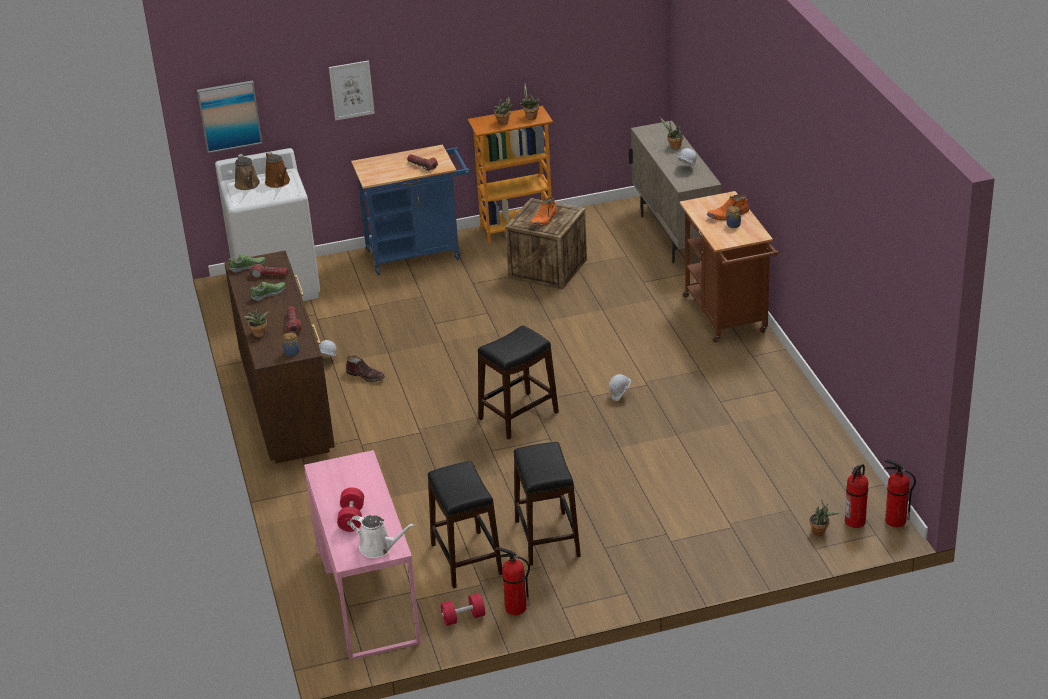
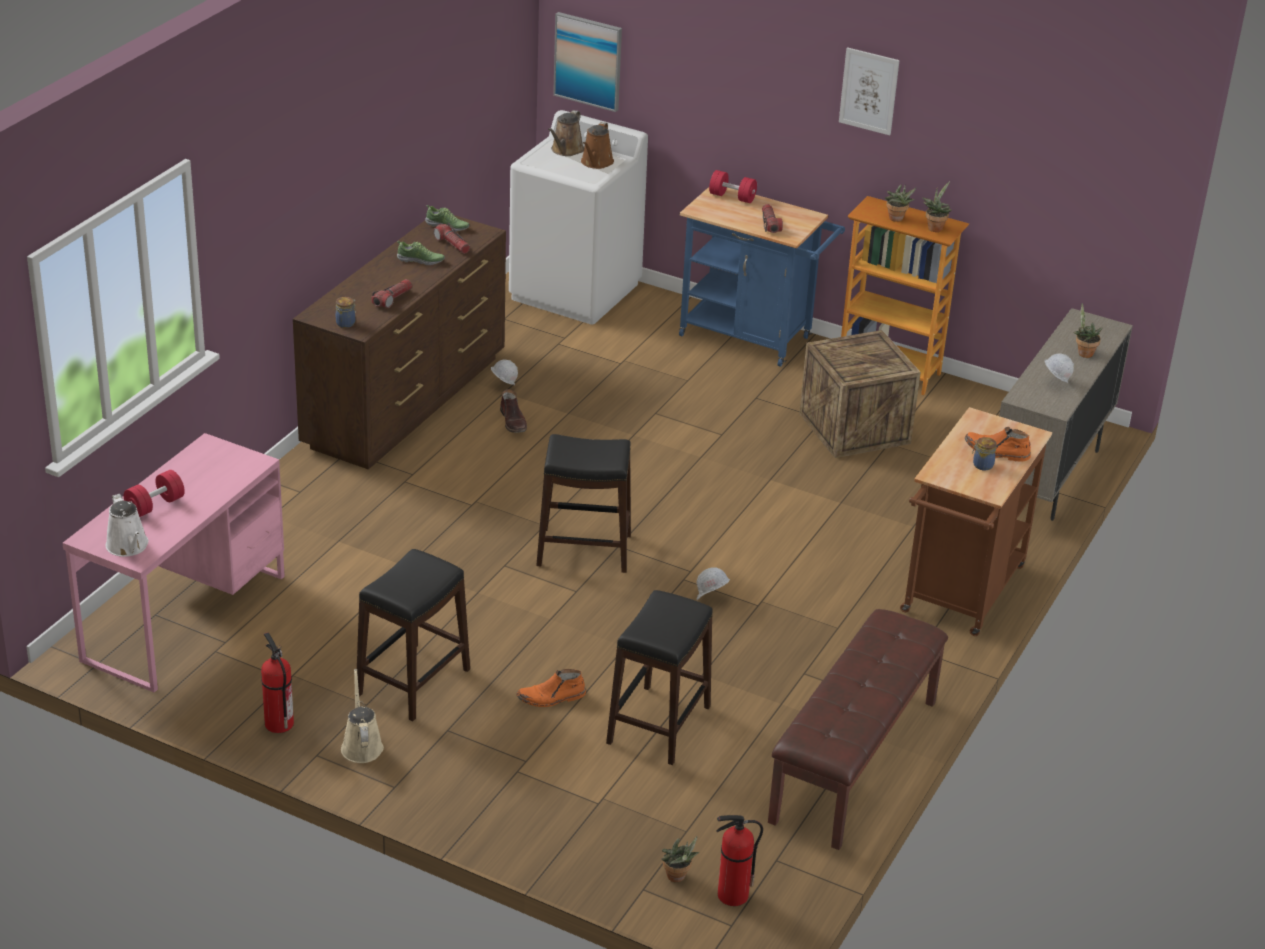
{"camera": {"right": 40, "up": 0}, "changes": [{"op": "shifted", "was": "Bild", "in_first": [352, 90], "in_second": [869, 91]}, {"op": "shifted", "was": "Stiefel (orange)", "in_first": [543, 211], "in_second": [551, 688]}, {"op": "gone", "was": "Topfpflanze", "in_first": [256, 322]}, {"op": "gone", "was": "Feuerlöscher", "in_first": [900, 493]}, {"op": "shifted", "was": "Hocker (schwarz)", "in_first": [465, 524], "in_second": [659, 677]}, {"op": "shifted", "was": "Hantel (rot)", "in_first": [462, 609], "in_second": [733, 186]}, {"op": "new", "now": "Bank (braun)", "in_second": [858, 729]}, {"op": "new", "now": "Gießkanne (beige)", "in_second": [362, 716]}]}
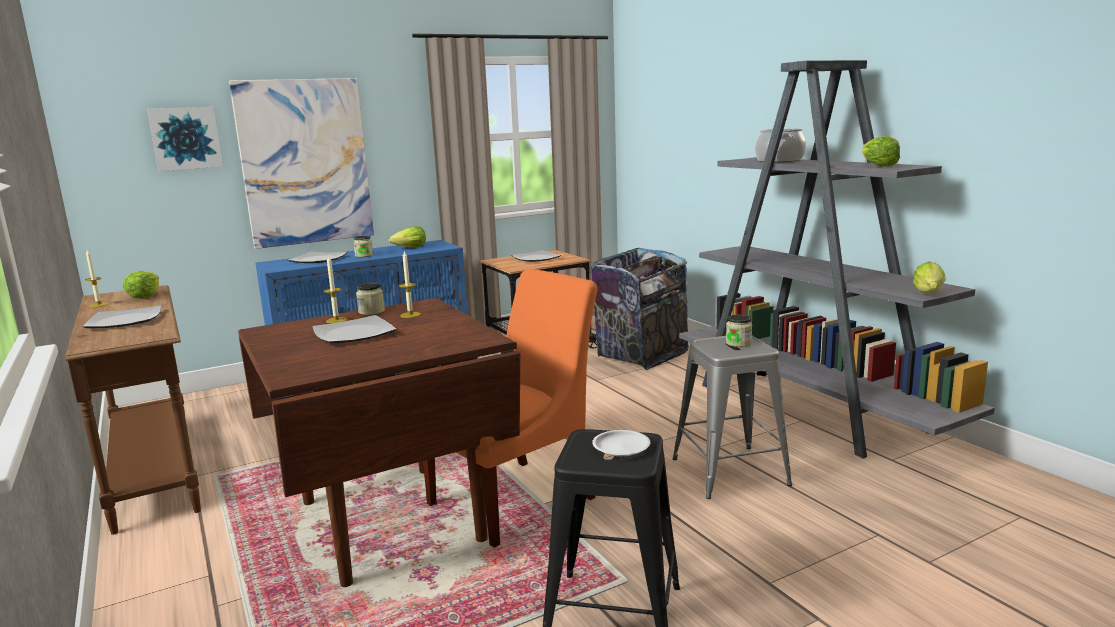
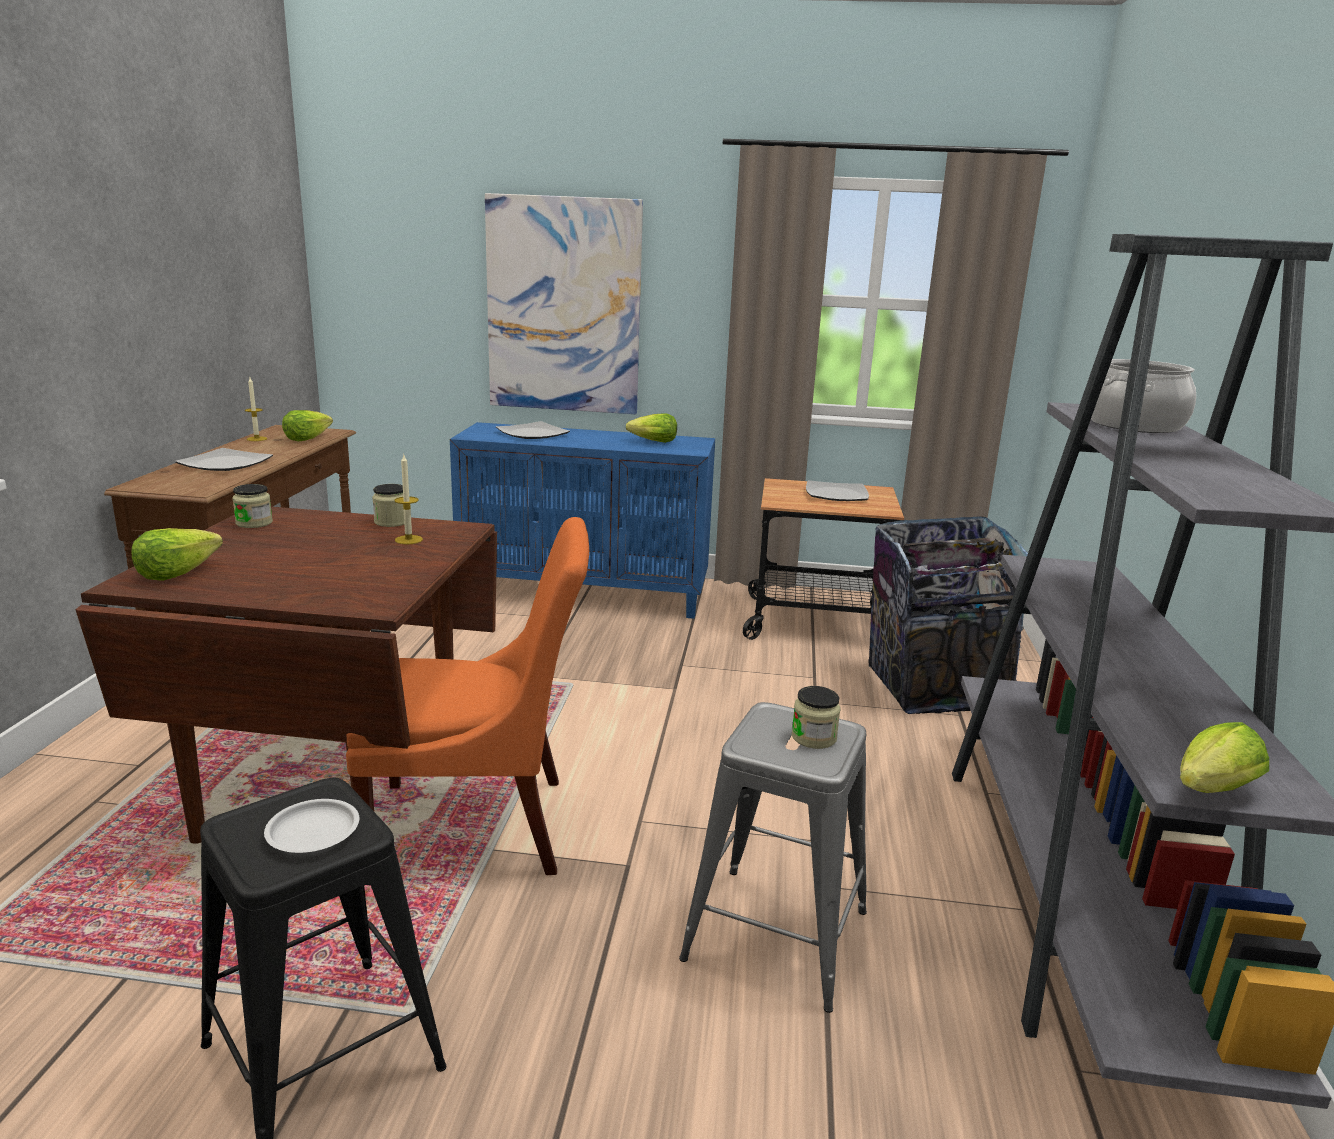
{"camera": {"right": 35, "up": 5}, "changes": [{"op": "gone", "was": "Bild", "in_first": [185, 139]}, {"op": "shifted", "was": "Salatkopf", "in_first": [881, 151], "in_second": [177, 554]}, {"op": "shifted", "was": "Vorratsglas", "in_first": [363, 246], "in_second": [252, 506]}, {"op": "gone", "was": "Kerze", "in_first": [335, 289]}, {"op": "gone", "was": "Teller", "in_first": [354, 329]}]}
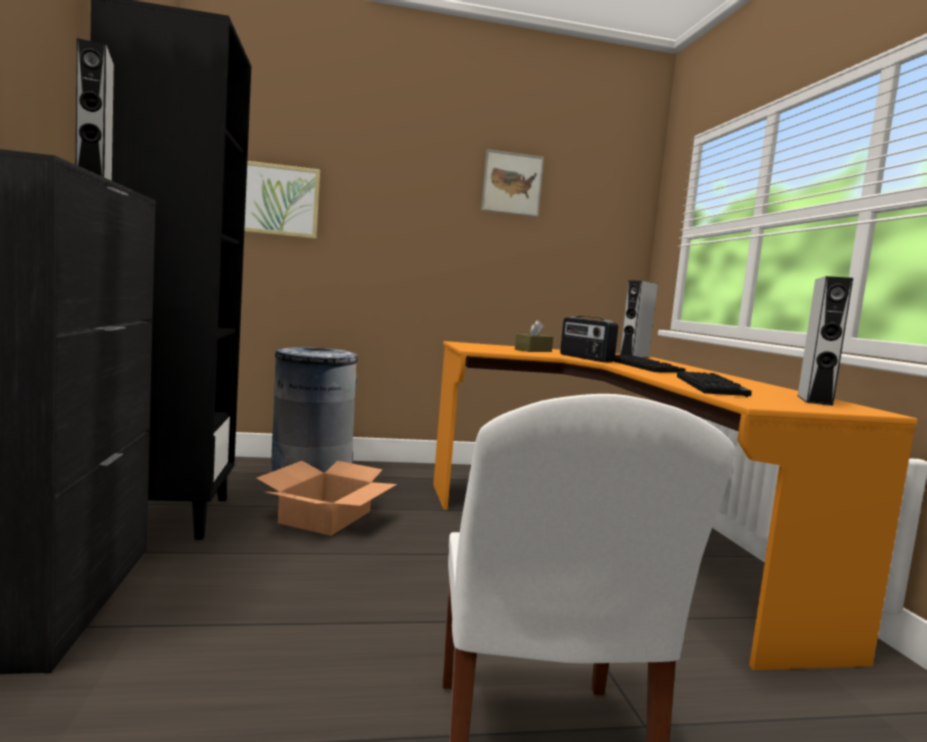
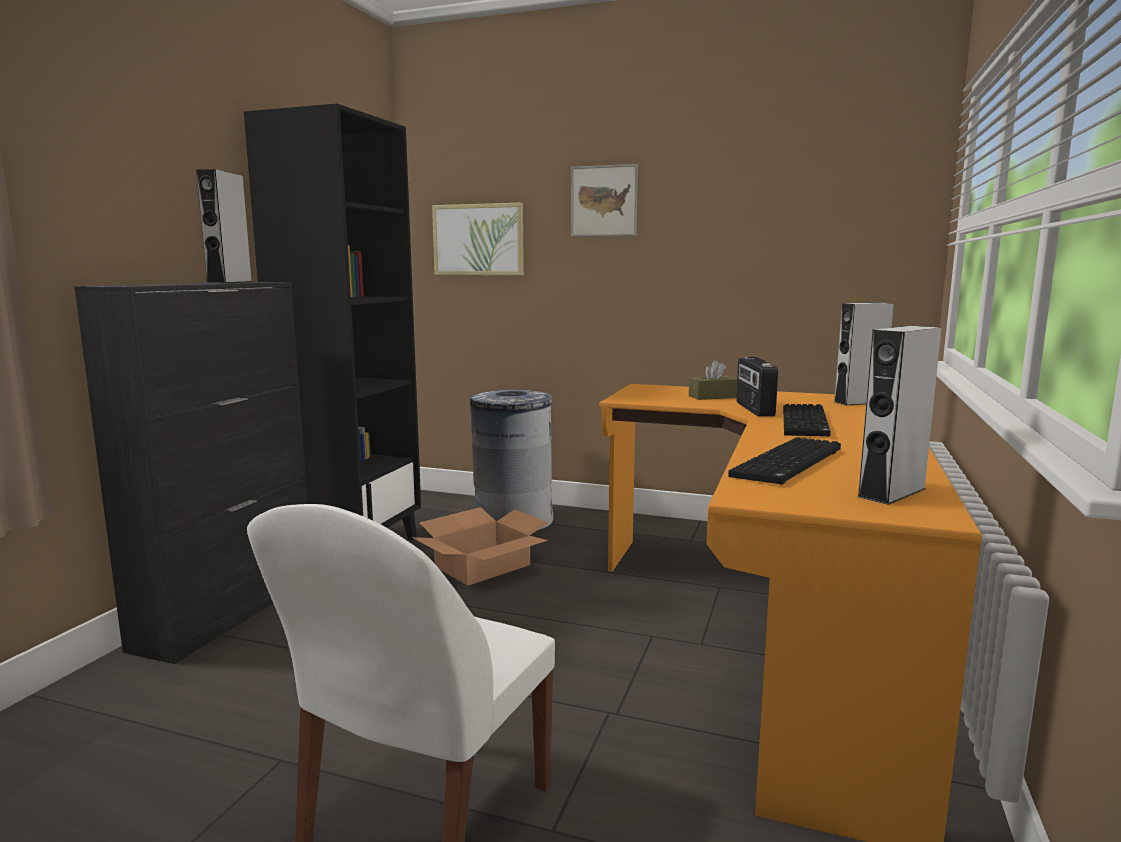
{"camera": {"right": 30, "up": 5}, "changes": [{"op": "shifted", "was": "Bild", "in_first": [512, 183], "in_second": [604, 200]}]}
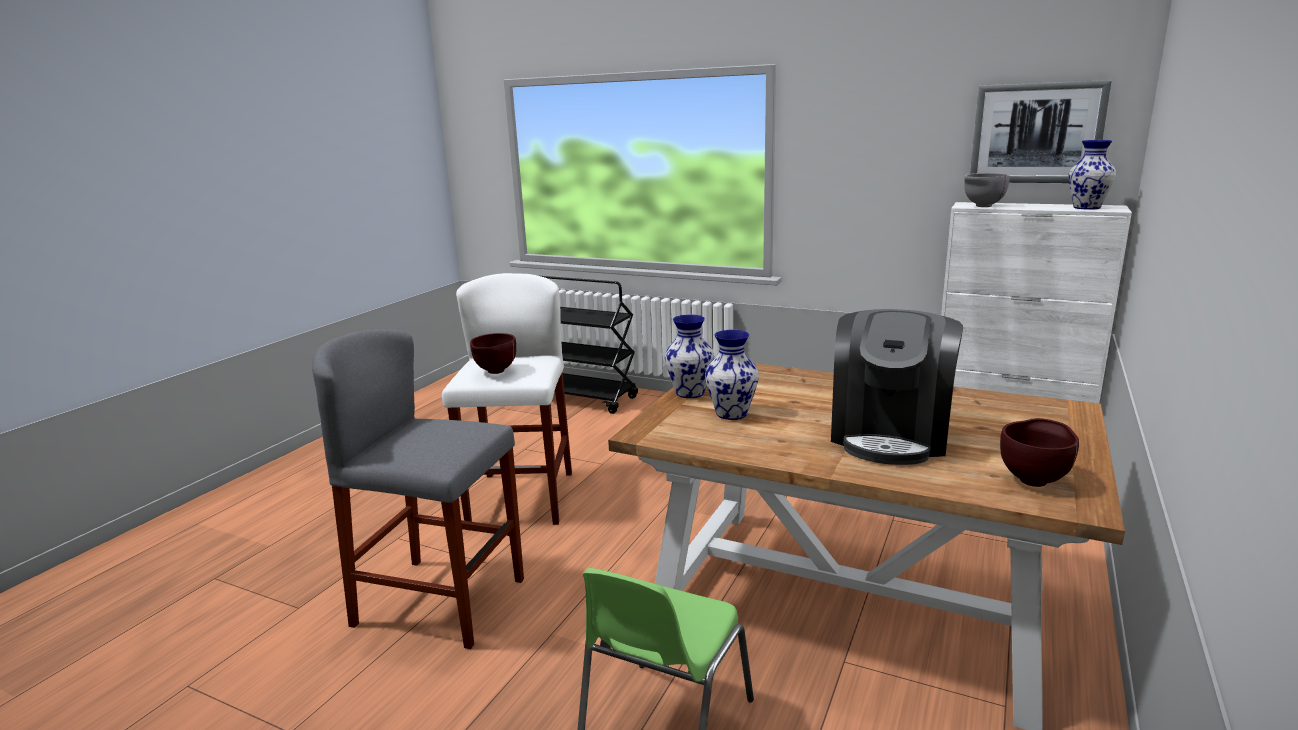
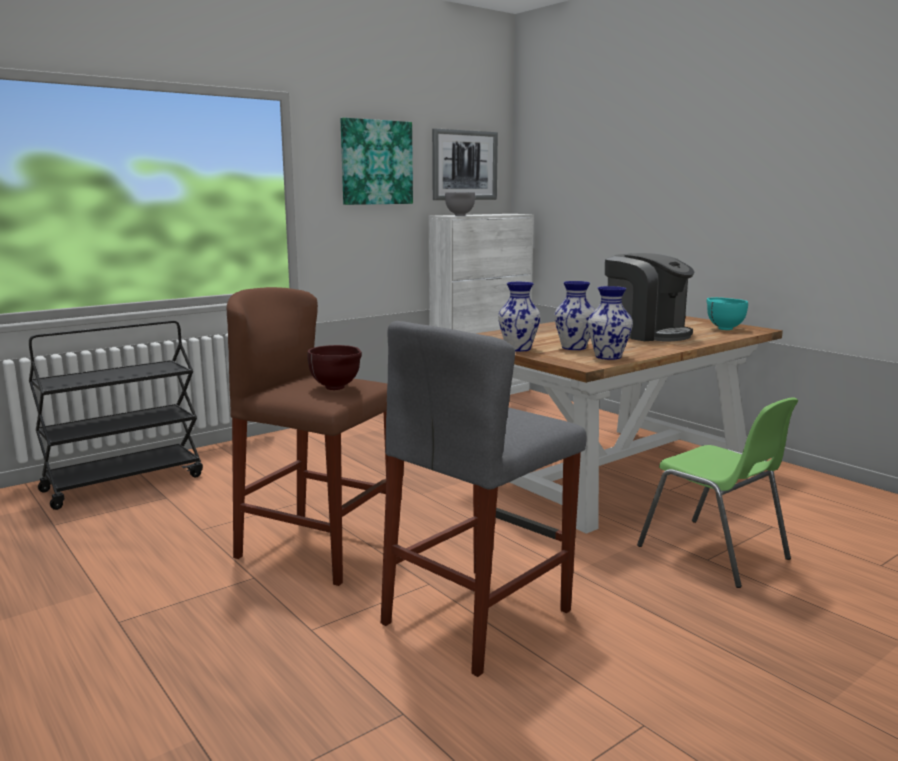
{"camera": {"right": -65, "up": -5}, "changes": [{"op": "shifted", "was": "Vase", "in_first": [1092, 175], "in_second": [610, 323]}, {"op": "repainted", "was": "Hocker (weiß)", "now": "Hocker (braun)", "in_first": [507, 399], "in_second": [307, 436]}, {"op": "repainted", "was": "Schüssel (braun)", "now": "Schüssel (türkis)", "in_first": [1039, 452], "in_second": [727, 313]}, {"op": "new", "now": "Bild", "in_second": [376, 161]}]}
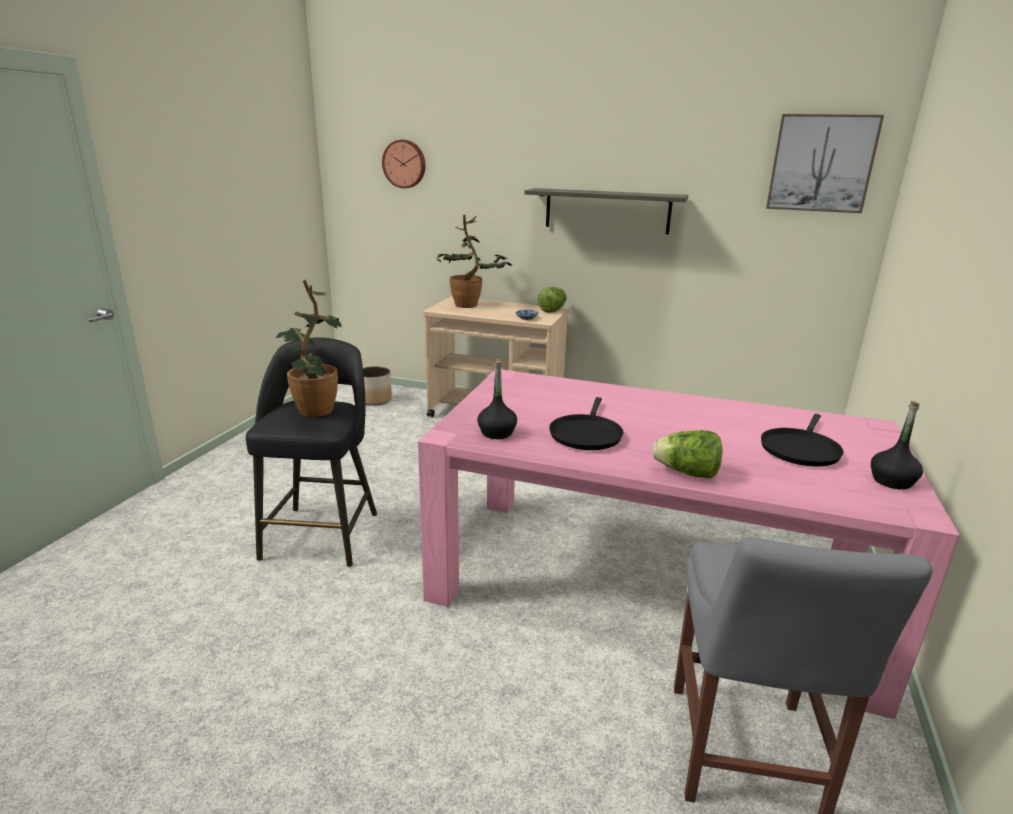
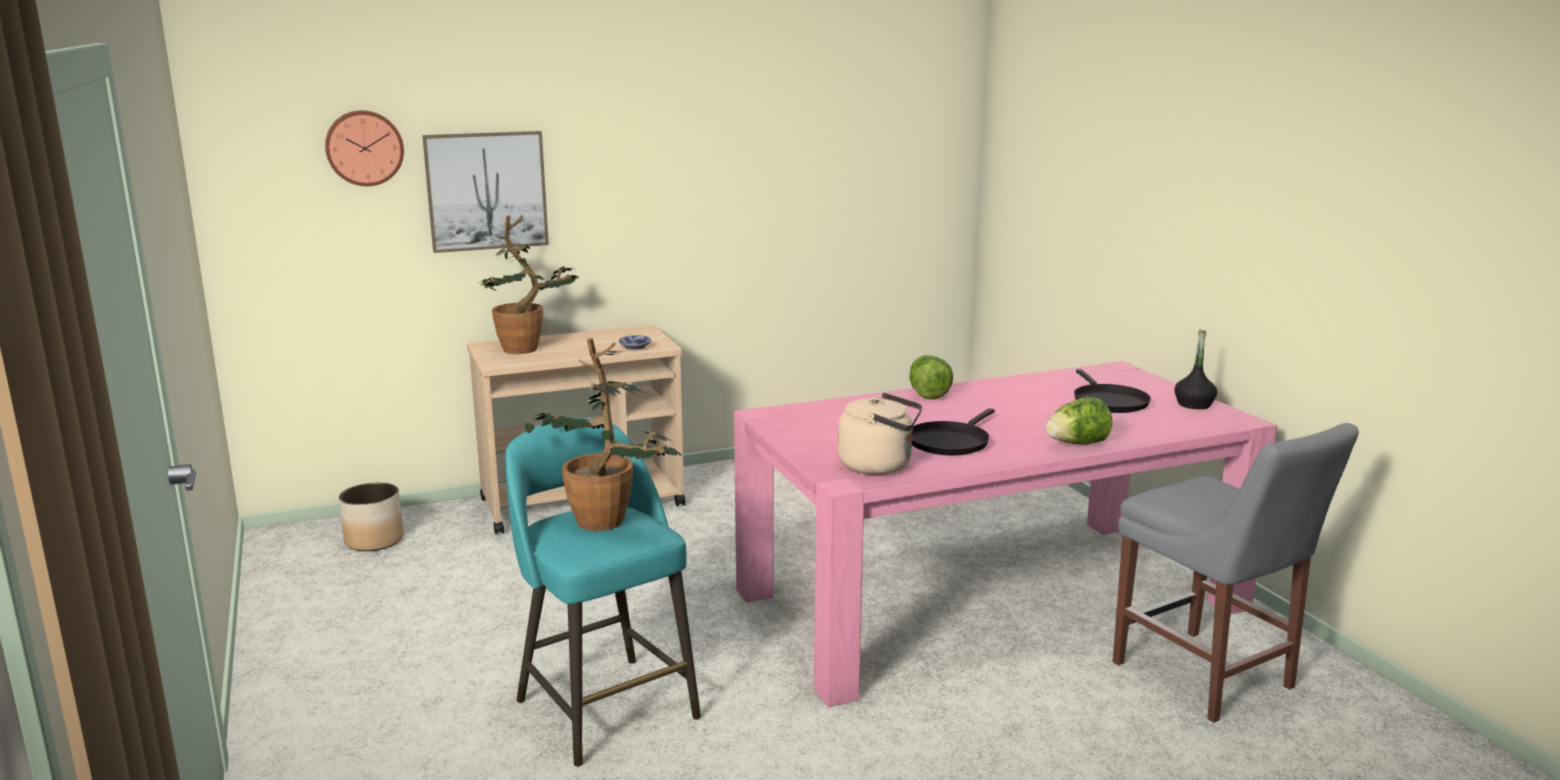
{"camera": {"right": -40, "up": -5}, "changes": [{"op": "shifted", "was": "Bild", "in_first": [825, 163], "in_second": [485, 192]}, {"op": "gone", "was": "Wandregal", "in_first": [606, 211]}, {"op": "shifted", "was": "Salatkopf", "in_first": [552, 300], "in_second": [931, 377]}, {"op": "repainted", "was": "Hocker (schwarz)", "now": "Hocker (türkis)", "in_first": [311, 452], "in_second": [603, 592]}, {"op": "swapped", "was": "Flasche (schwarz)", "now": "Wasserkessel (beige)", "in_first": [497, 399], "in_second": [880, 433]}, {"op": "rotated", "was": "Pfanne (schwarz)", "in_first": [586, 423], "in_second": [953, 431], "clockwise": 60}]}
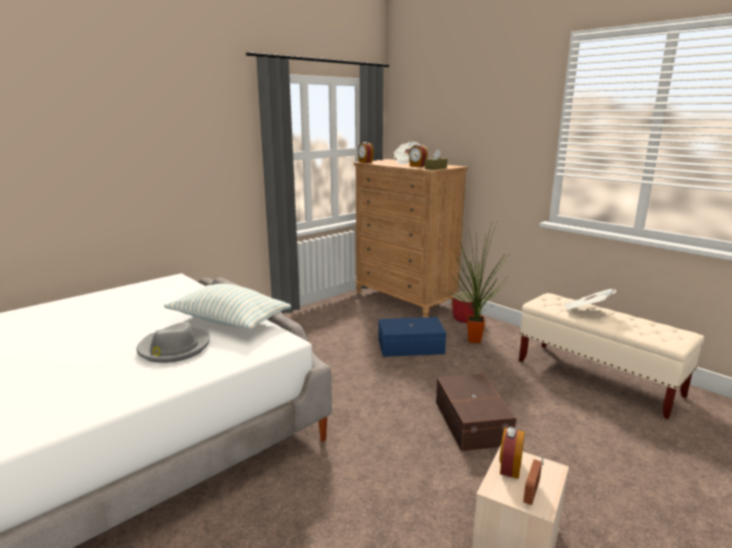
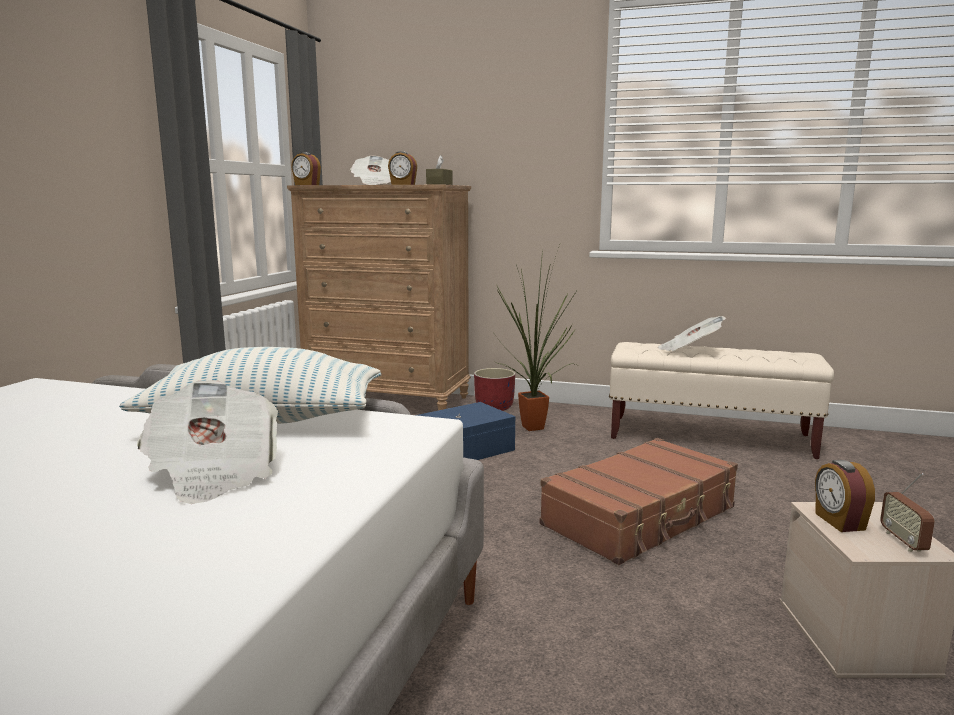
{"camera": {"right": -30, "up": -5}, "changes": [{"op": "swapped", "was": "Hut (grau)", "now": "Zeitung", "in_first": [173, 342], "in_second": [207, 442]}, {"op": "swapped", "was": "Aufbewahrungsbox (braun)", "now": "Koffer (braun)", "in_first": [476, 412], "in_second": [639, 501]}]}
